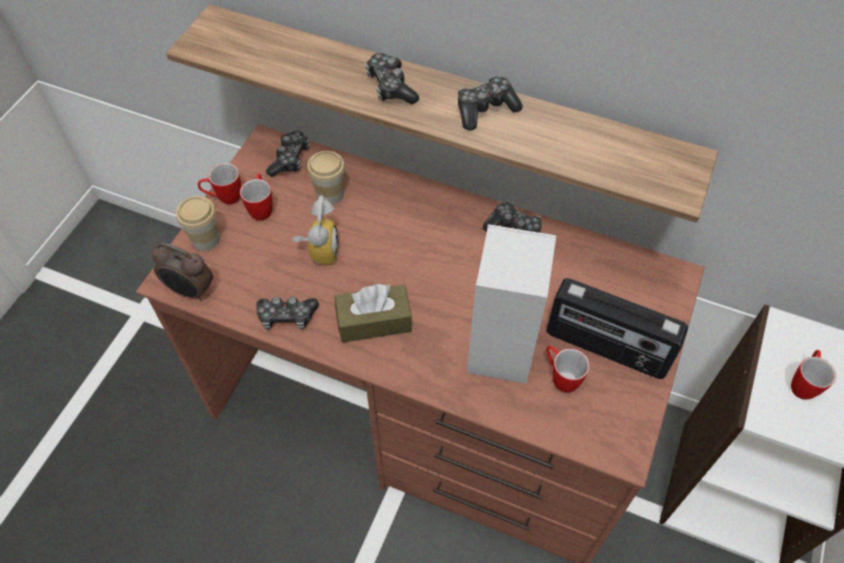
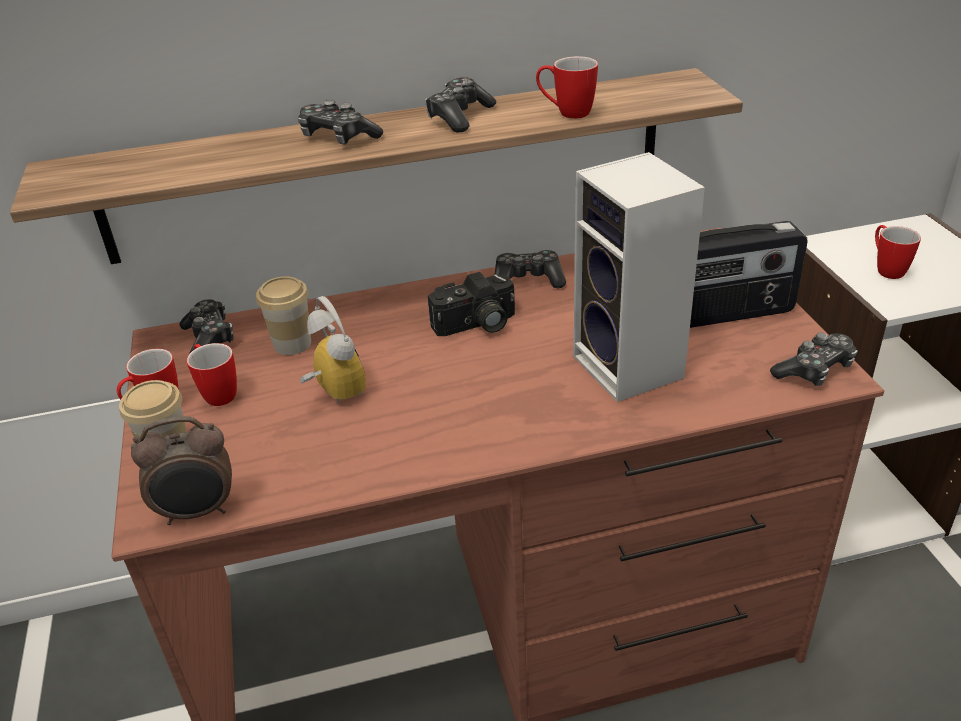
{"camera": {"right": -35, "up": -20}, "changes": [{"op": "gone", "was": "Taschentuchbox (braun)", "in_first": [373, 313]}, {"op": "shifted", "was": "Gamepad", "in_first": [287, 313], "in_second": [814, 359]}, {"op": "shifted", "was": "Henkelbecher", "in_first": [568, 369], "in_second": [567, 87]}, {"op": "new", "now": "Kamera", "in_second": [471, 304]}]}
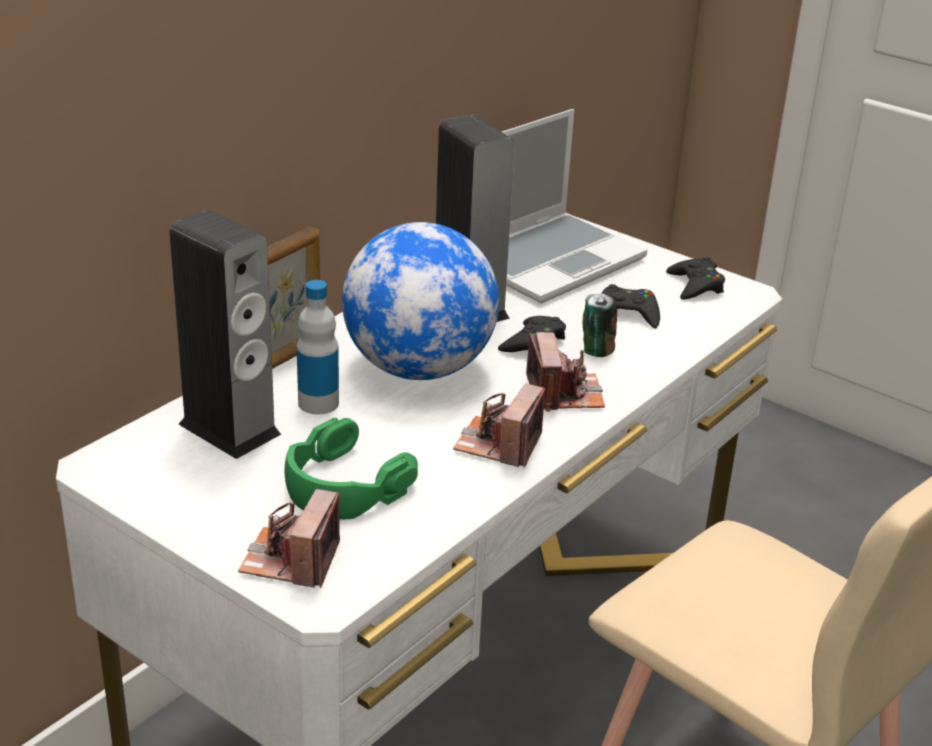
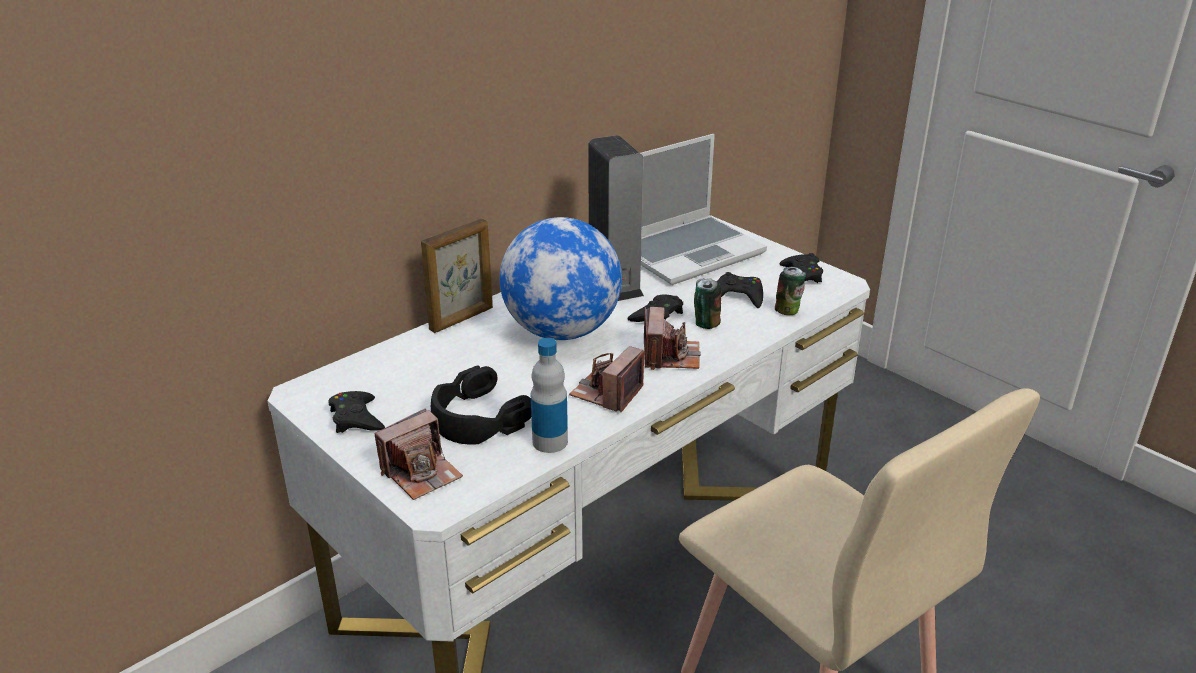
{"camera": {"right": 10, "up": 0}, "changes": [{"op": "gone", "was": "Lautsprecher", "in_first": [225, 334]}, {"op": "shifted", "was": "Flasche", "in_first": [318, 347], "in_second": [549, 395]}, {"op": "repainted", "was": "Kopfhörer (grün)", "now": "Kopfhörer (schwarz)", "in_first": [351, 469], "in_second": [481, 405]}, {"op": "rotated", "was": "Kamera", "in_first": [289, 538], "in_second": [418, 454], "clockwise": -150}, {"op": "new", "now": "Dose", "in_second": [790, 291]}, {"op": "new", "now": "Gamepad (schwarz)", "in_second": [356, 412]}]}
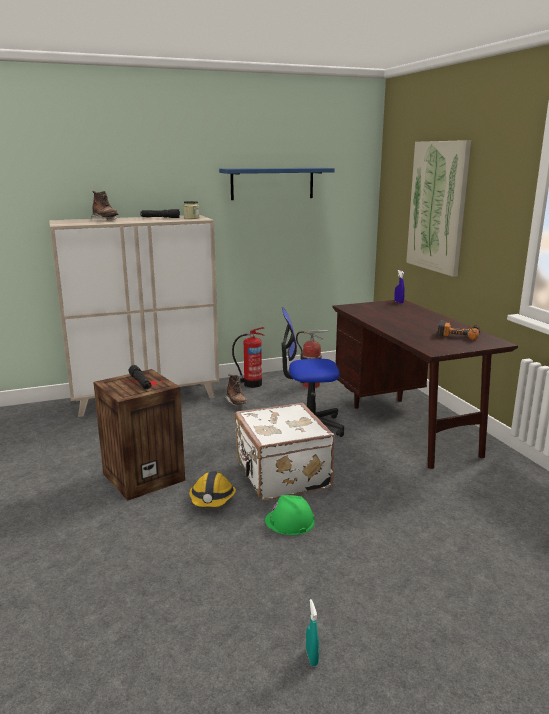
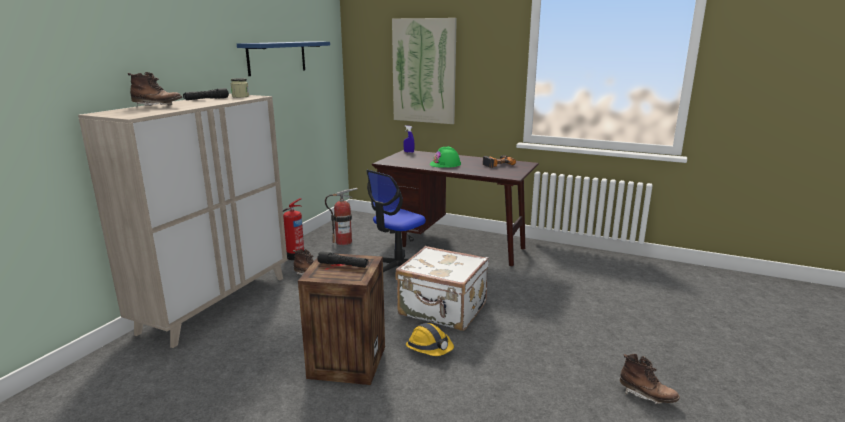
{"camera": {"right": -45, "up": 0}, "changes": [{"op": "shifted", "was": "Schutzhelm (grün)", "in_first": [290, 515], "in_second": [445, 157]}, {"op": "swapped", "was": "Sprühflasche (türkis)", "now": "Stiefel (braun)", "in_first": [312, 632], "in_second": [650, 379]}]}
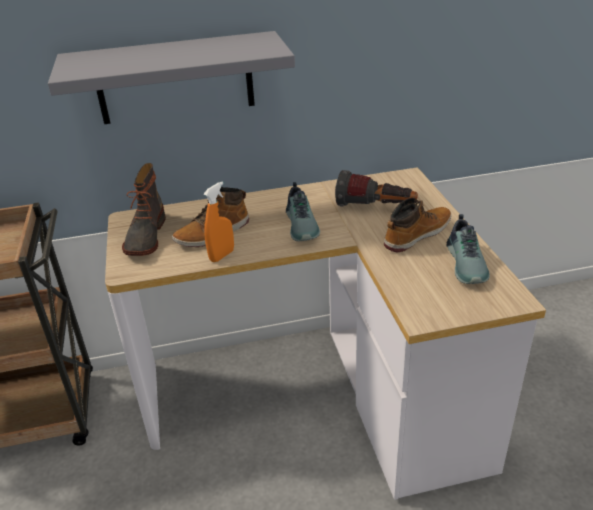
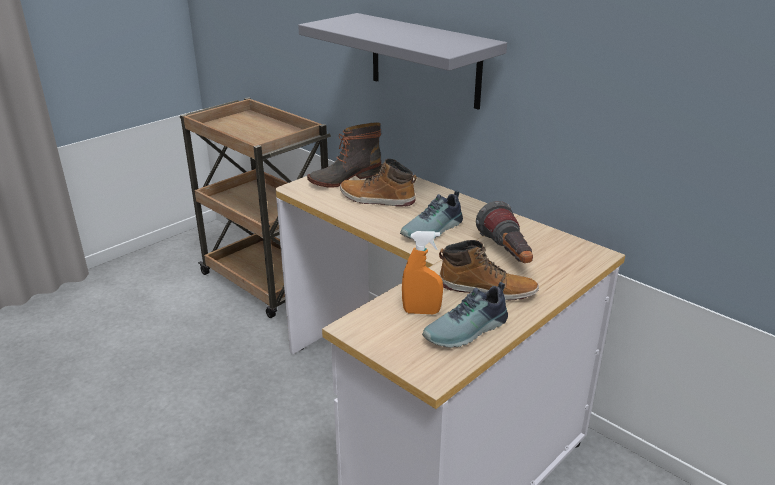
{"camera": {"right": 55, "up": -5}, "changes": [{"op": "shifted", "was": "Sprühflasche (orange)", "in_first": [219, 221], "in_second": [422, 272]}]}
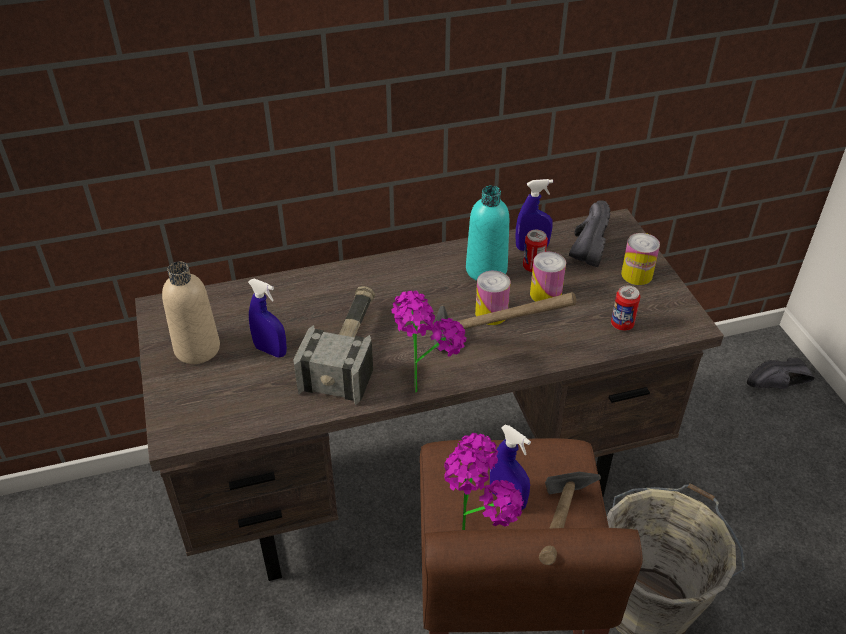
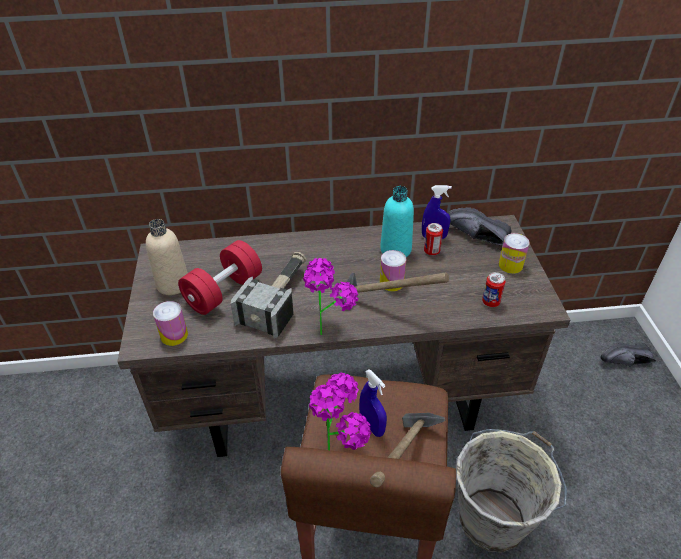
{"camera": {"right": 10, "up": 0}, "changes": [{"op": "rotated", "was": "Schuh (schwarz)", "in_first": [589, 233], "in_second": [479, 226], "clockwise": -90}, {"op": "shifted", "was": "Dose", "in_first": [548, 277], "in_second": [170, 323]}, {"op": "swapped", "was": "Sprühflasche (blau)", "now": "Hantel (rot)", "in_first": [267, 318], "in_second": [220, 277]}]}
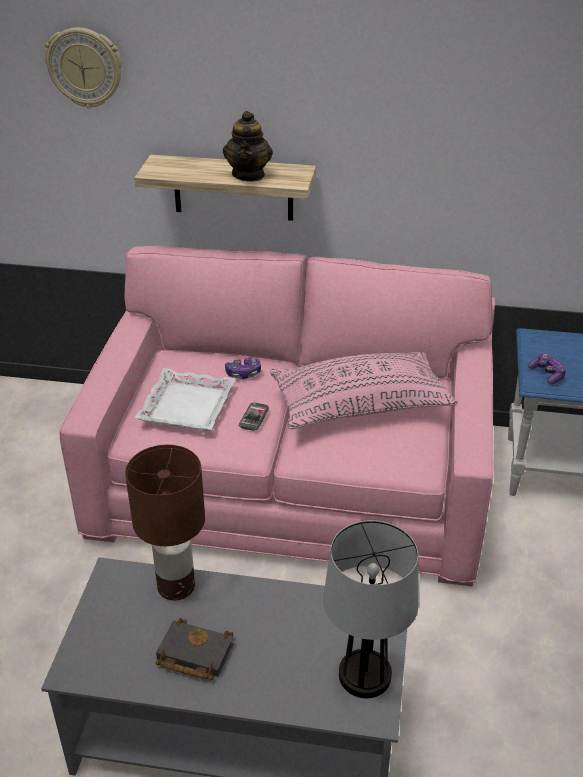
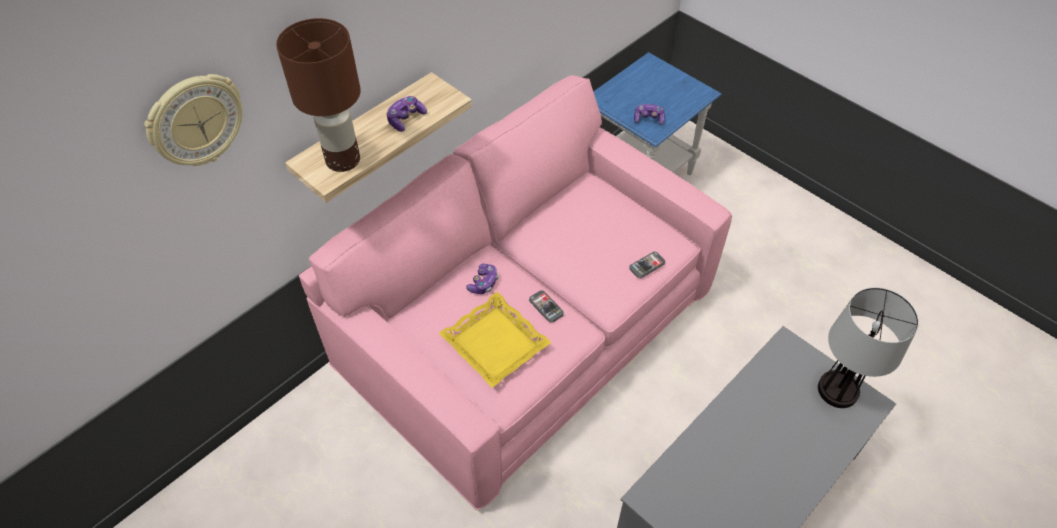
{"camera": {"right": -55, "up": 15}, "changes": [{"op": "swapped", "was": "Teekanne", "now": "Gamepad", "in_first": [248, 146], "in_second": [407, 114]}, {"op": "gone", "was": "Kissen (rosa)", "in_first": [364, 390]}, {"op": "repainted", "was": "Tablett (weiß)", "now": "Tablett (gelb)", "in_first": [185, 399], "in_second": [495, 340]}, {"op": "shifted", "was": "Tischlampe (braun)", "in_first": [165, 522], "in_second": [318, 95]}, {"op": "gone", "was": "Buch (schwarz)", "in_first": [195, 649]}, {"op": "new", "now": "Handy", "in_second": [647, 265]}]}
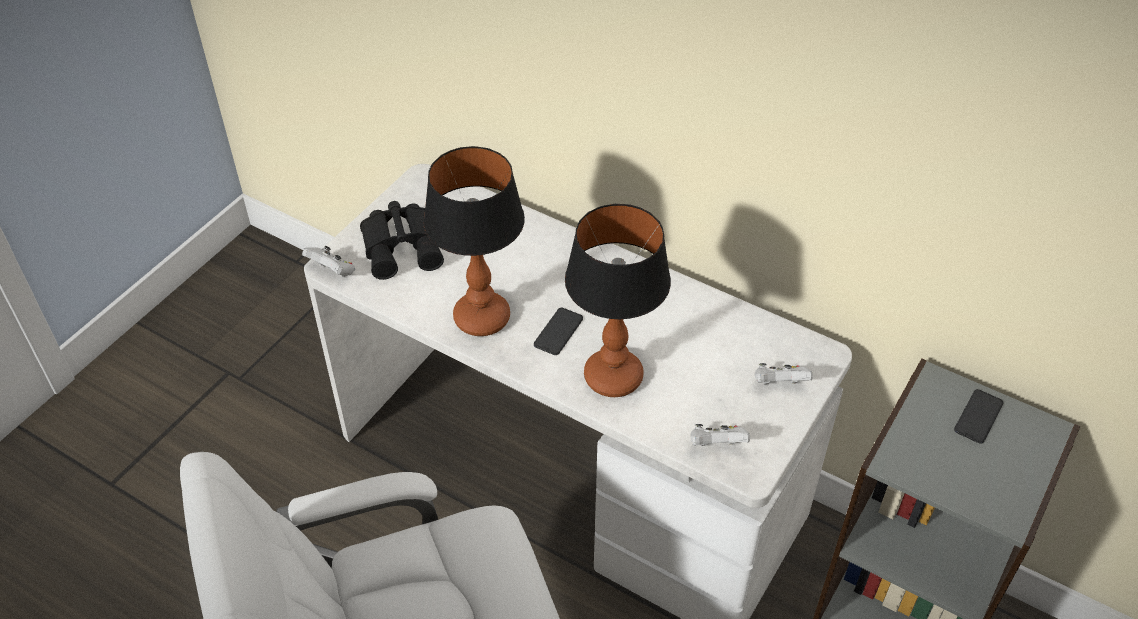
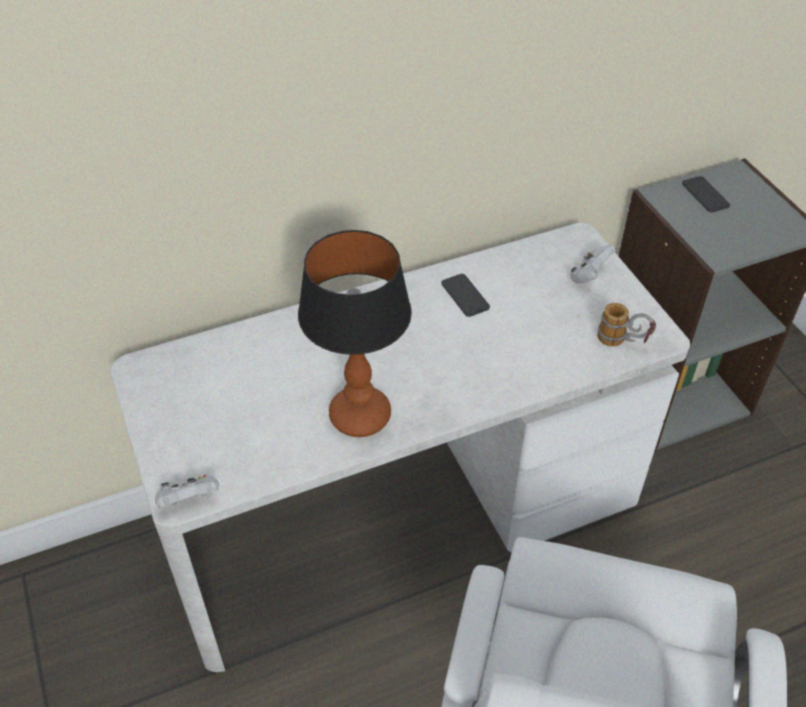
{"camera": {"right": -55, "up": 0}, "changes": [{"op": "gone", "was": "Fernglas (schwarz)", "in_first": [402, 240]}, {"op": "gone", "was": "Tischlampe", "in_first": [618, 300]}, {"op": "shifted", "was": "Handy", "in_first": [558, 331], "in_second": [465, 295]}, {"op": "swapped", "was": "Gamepad (weiß)", "now": "Henkelbecher", "in_first": [720, 435], "in_second": [626, 325]}]}
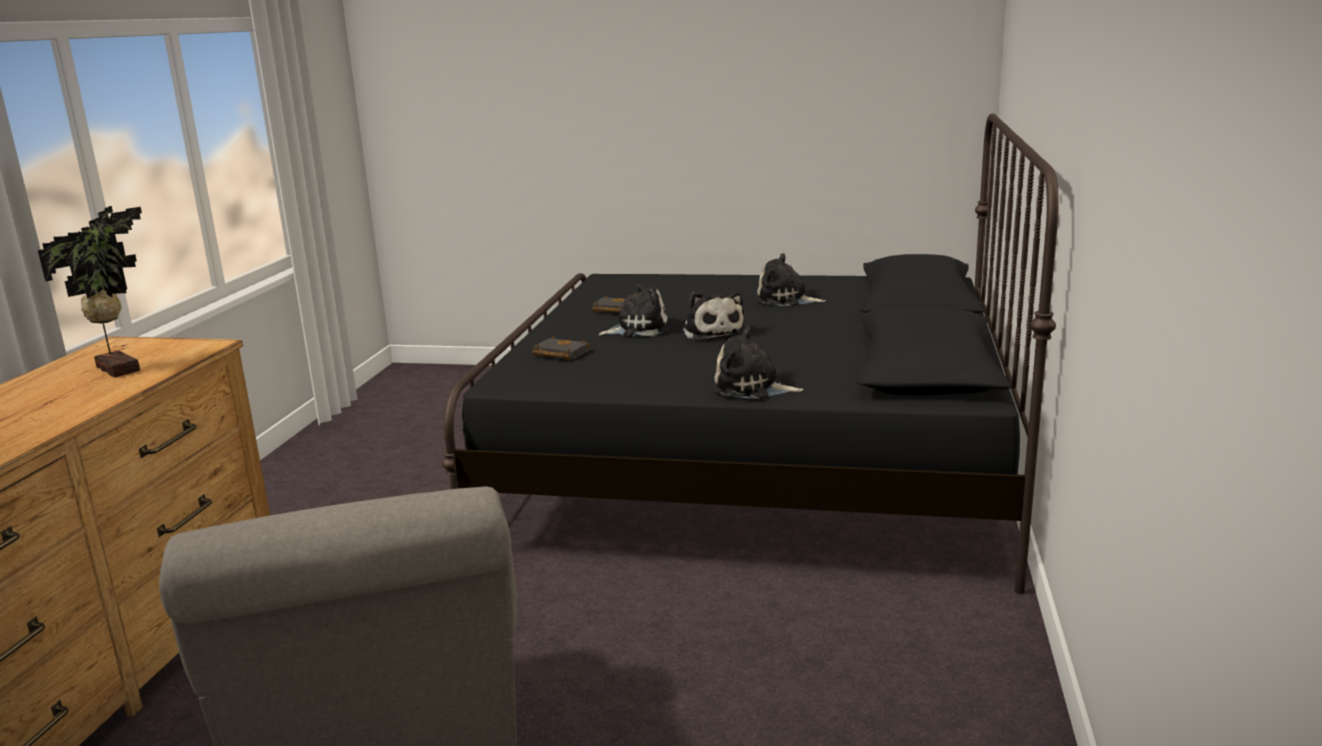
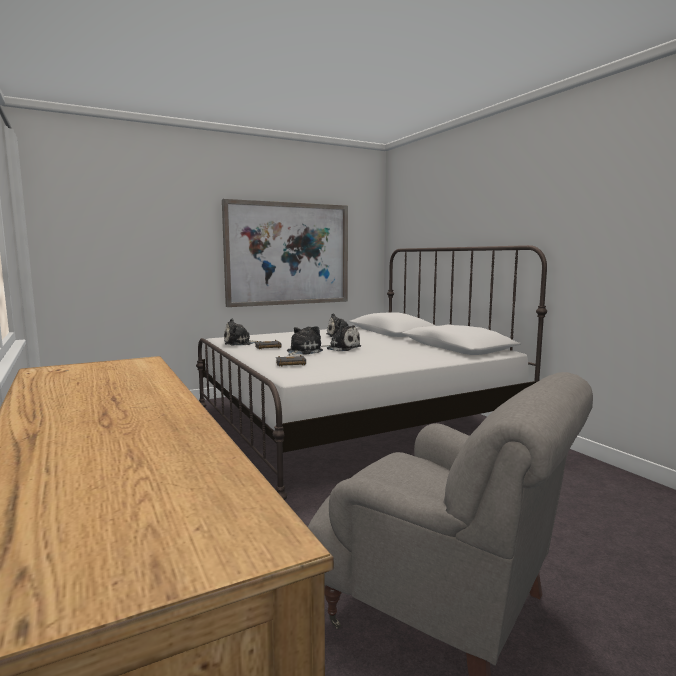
{"camera": {"right": -40, "up": -10}, "changes": [{"op": "repainted", "was": "Bett (schwarz)", "now": "Bett (weiß)", "in_first": [750, 353], "in_second": [371, 372]}, {"op": "gone", "was": "Topfpflanze", "in_first": [90, 291]}, {"op": "shifted", "was": "Plüschtier", "in_first": [758, 363], "in_second": [242, 332]}, {"op": "new", "now": "Bild", "in_second": [285, 253]}]}
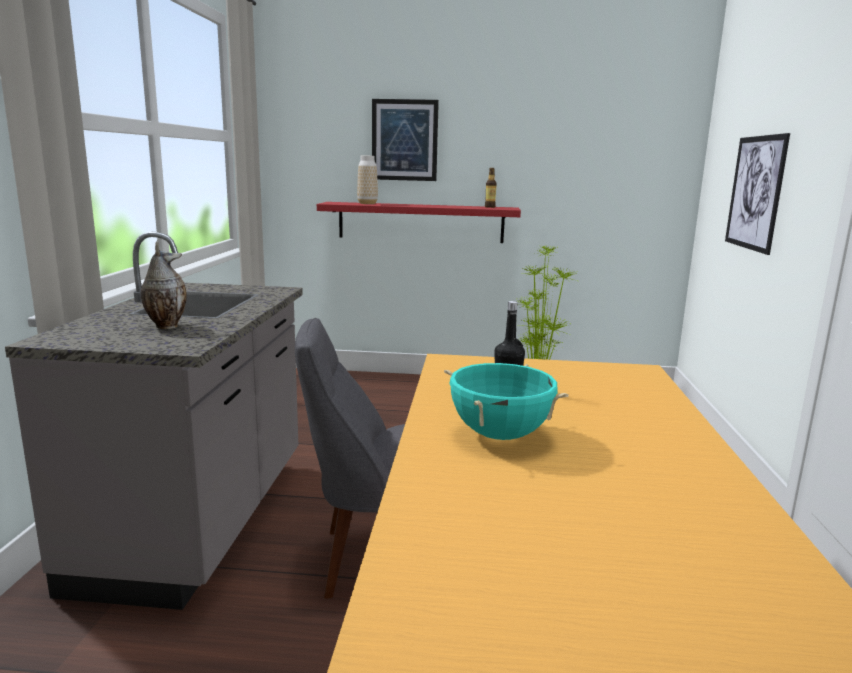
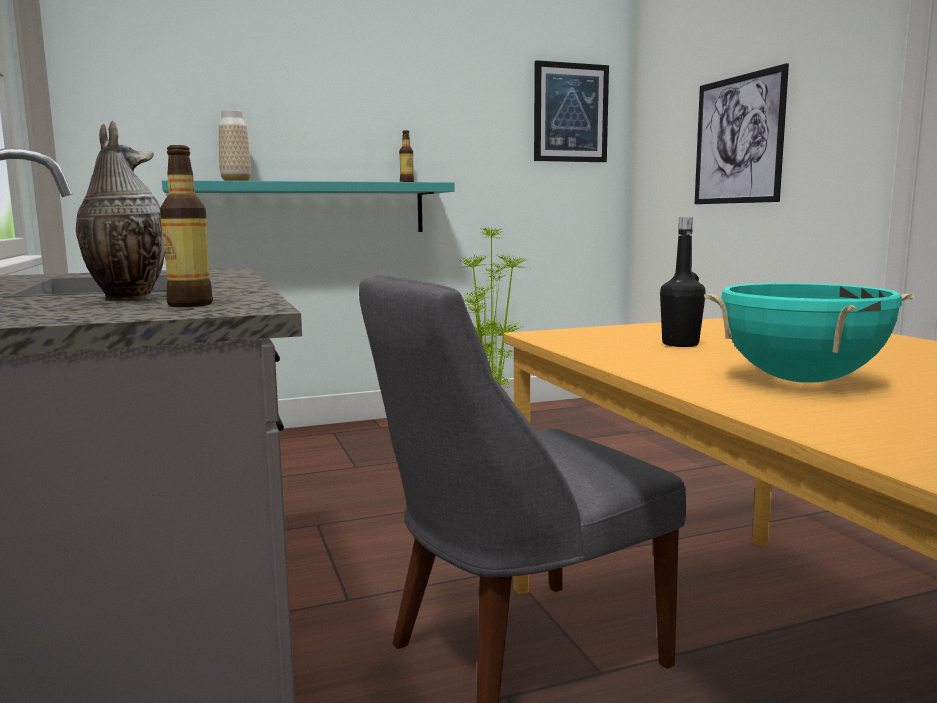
{"camera": {"right": -25, "up": -5}, "changes": [{"op": "shifted", "was": "Bild", "in_first": [405, 140], "in_second": [571, 111]}, {"op": "repainted", "was": "Wandregal (rot)", "now": "Wandregal (türkis)", "in_first": [419, 222], "in_second": [308, 206]}, {"op": "new", "now": "Flasche", "in_second": [186, 226]}]}
